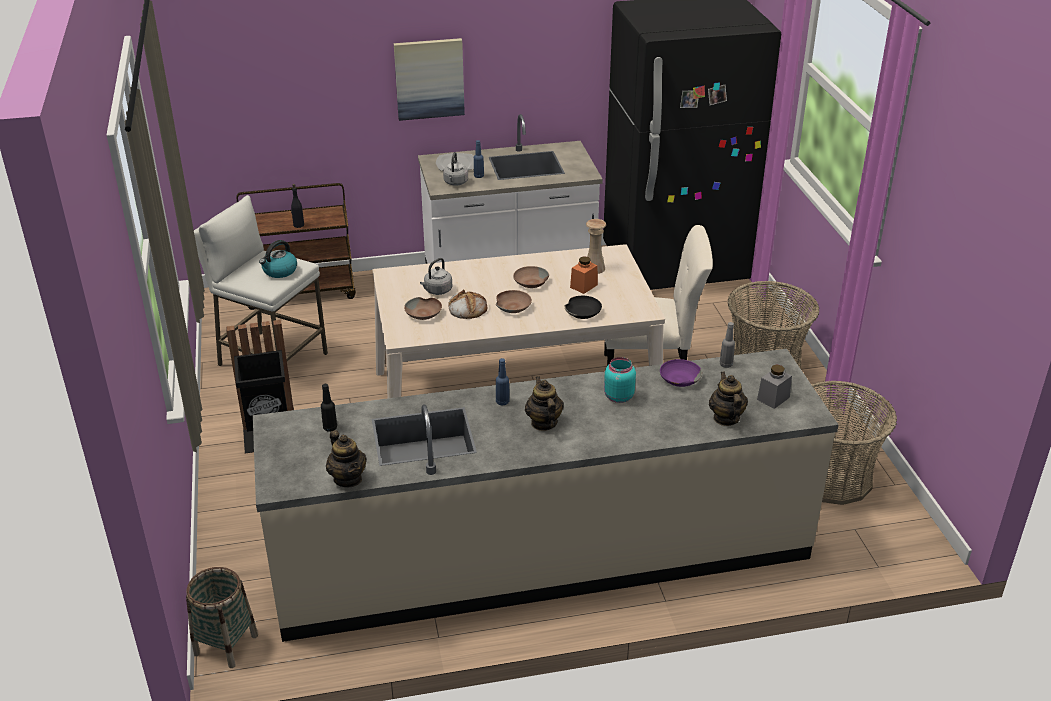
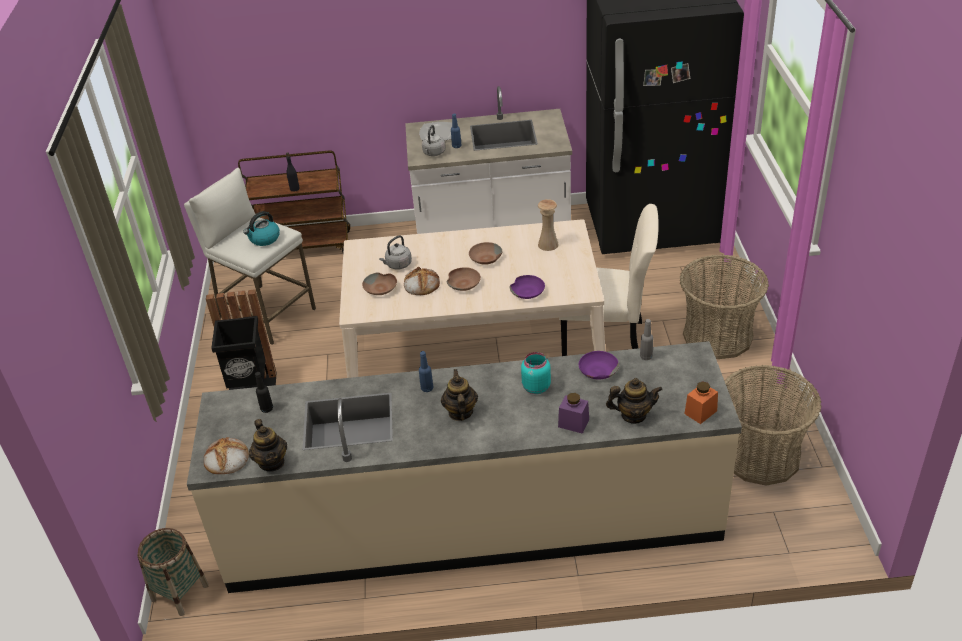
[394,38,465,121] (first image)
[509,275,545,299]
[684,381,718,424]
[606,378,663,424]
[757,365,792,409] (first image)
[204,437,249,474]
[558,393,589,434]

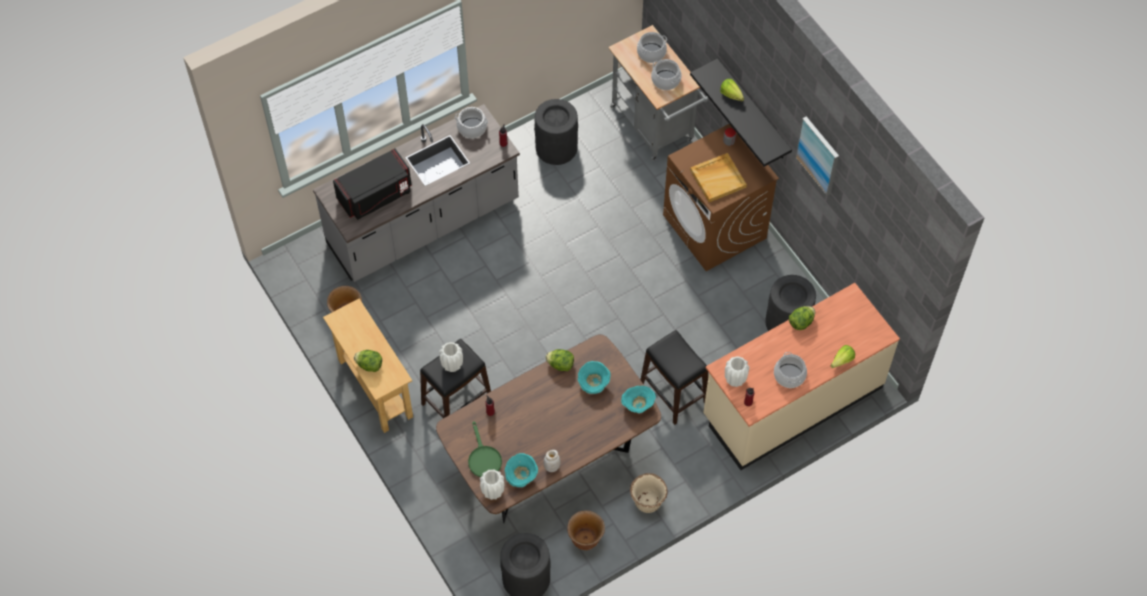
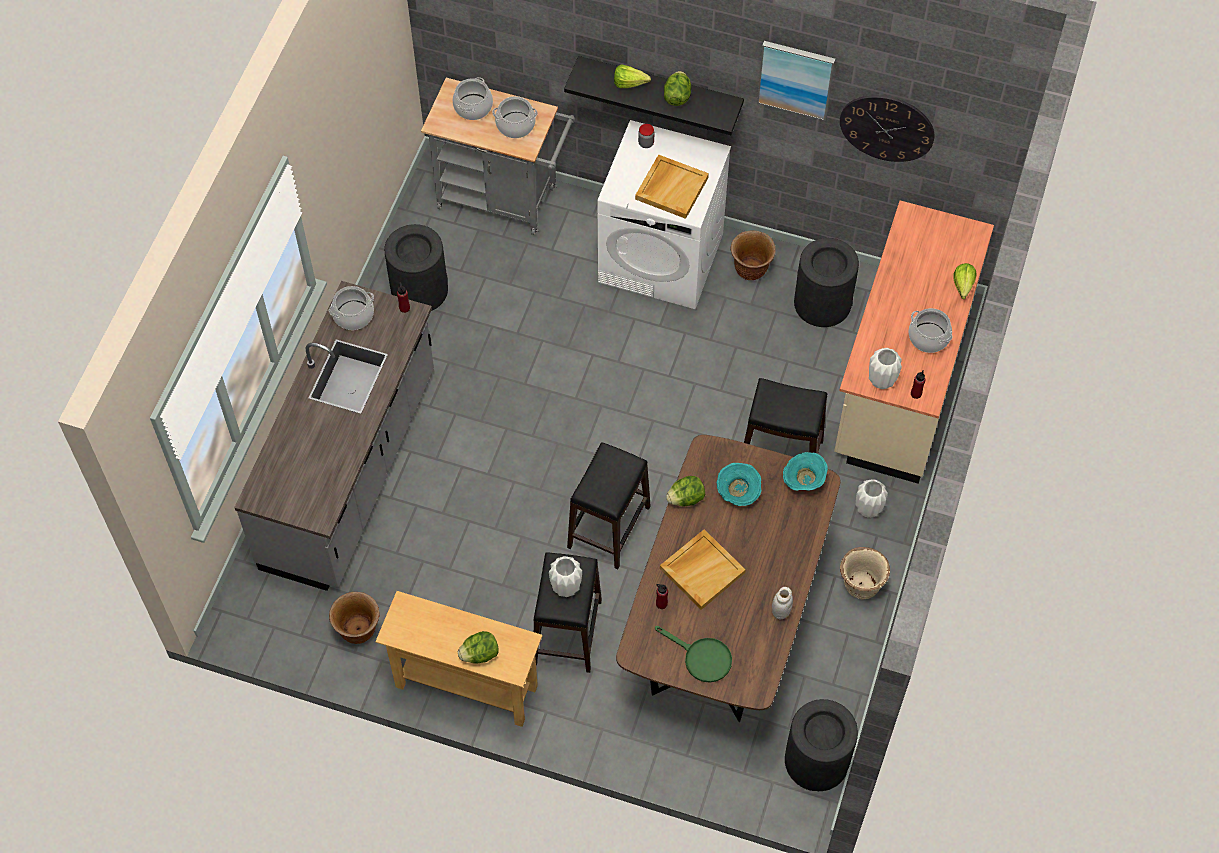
[333,148,412,220] (first image)
[856,479,888,518]
[505,453,538,487] (first image)
[731,231,776,280]
[597,120,731,309]
[664,71,692,106]
[567,442,651,569]
[660,529,746,610]
[840,95,935,162]

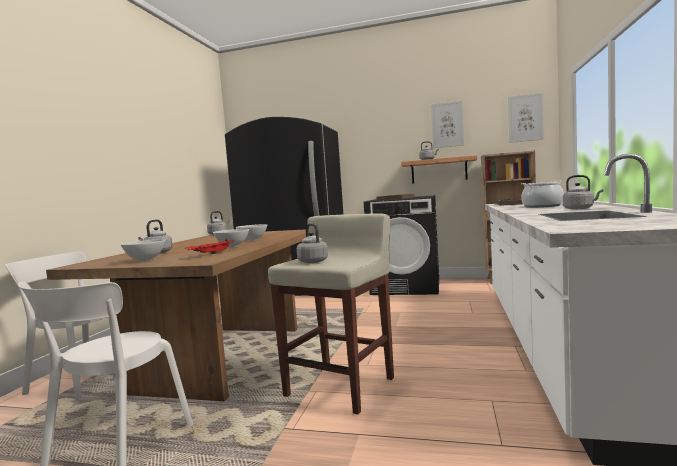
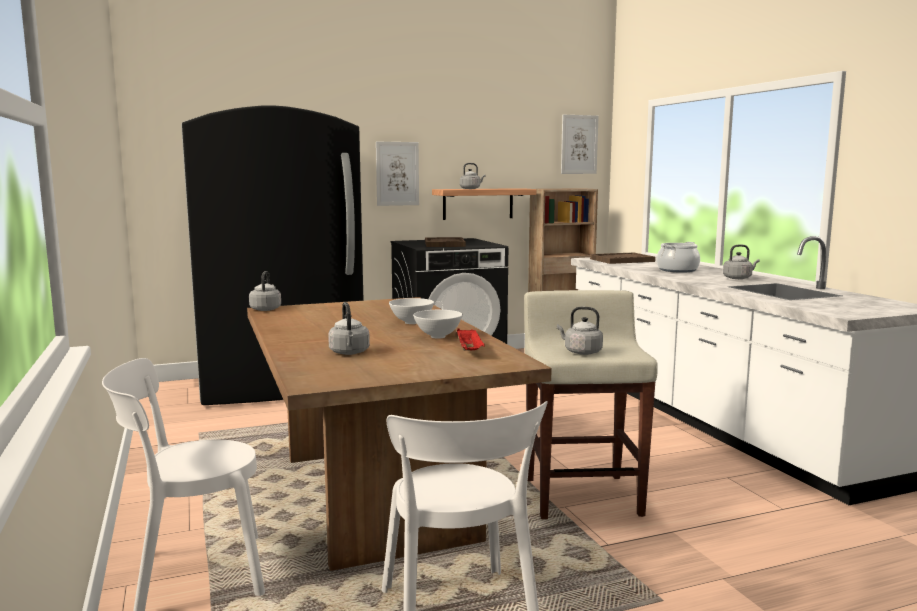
[121,239,166,262] (first image)
[376,142,419,206]

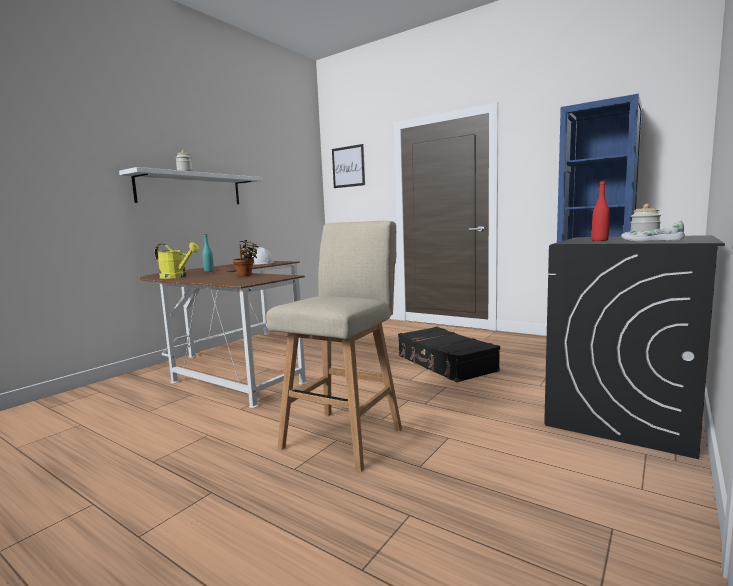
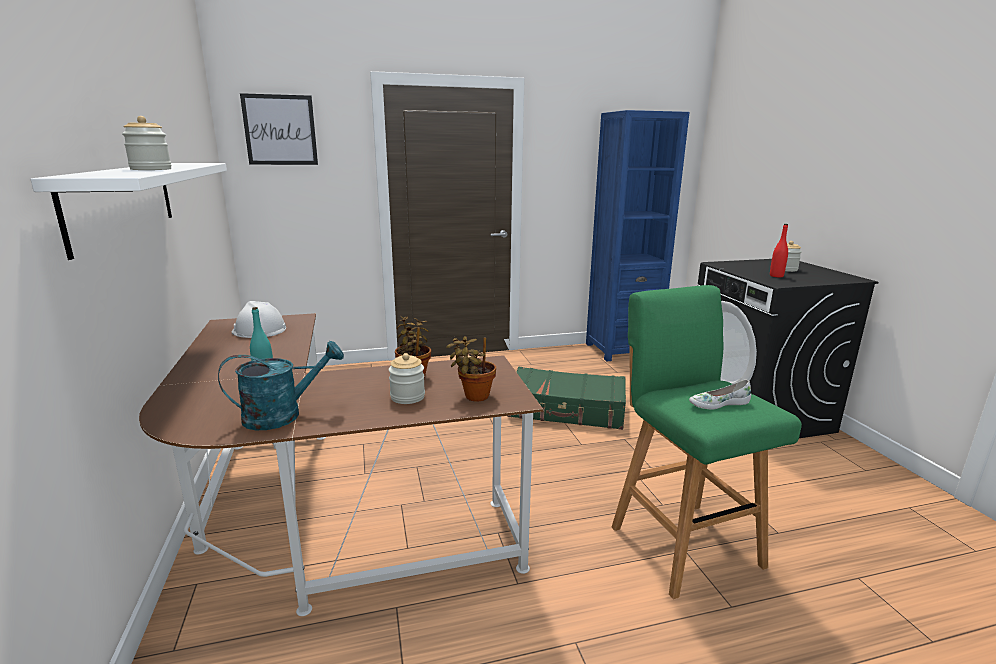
[218,341,344,430]
[612,285,802,599]
[507,367,626,430]
[689,380,751,409]
[389,353,425,404]
[446,336,496,402]

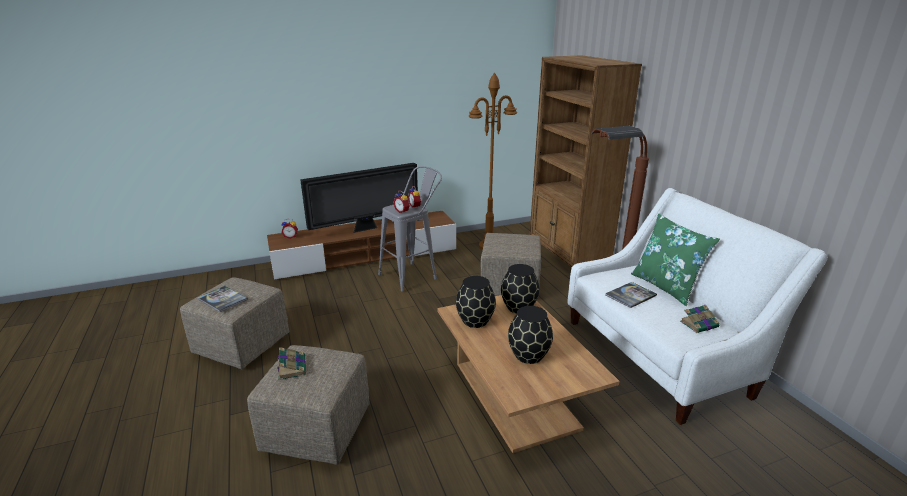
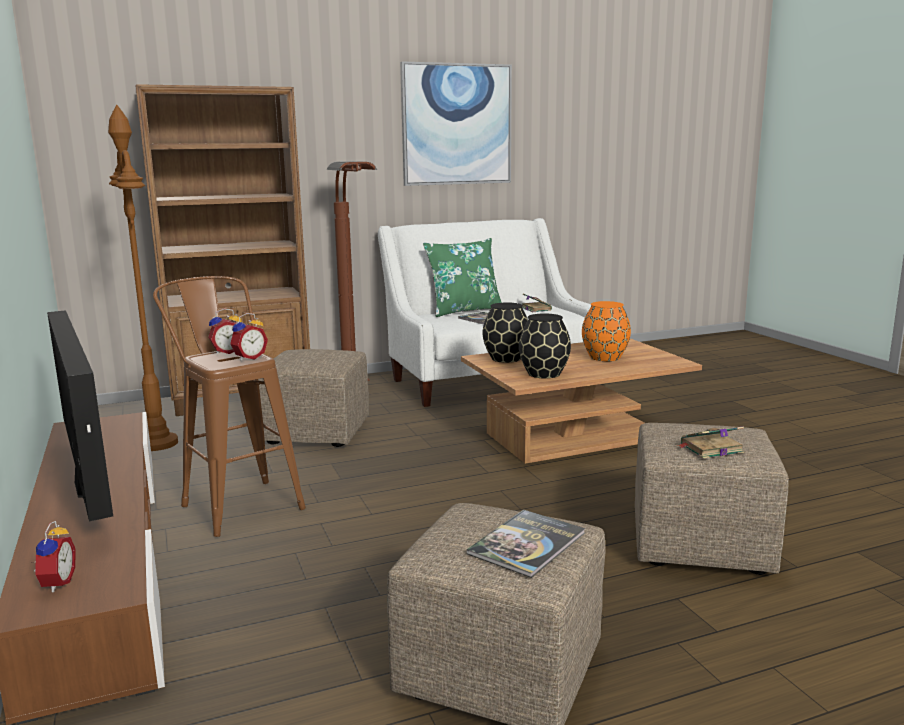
[153,276,306,537]
[582,301,631,361]
[400,61,512,186]

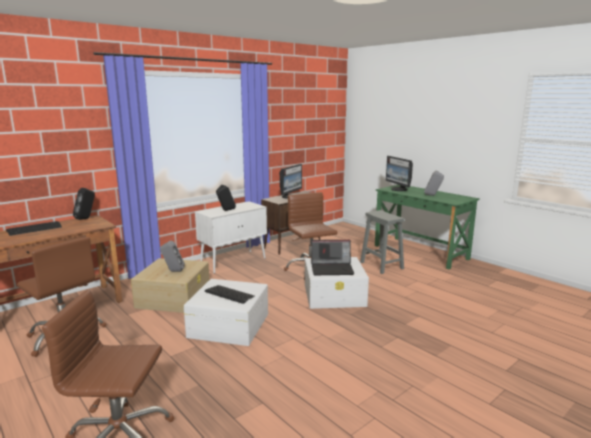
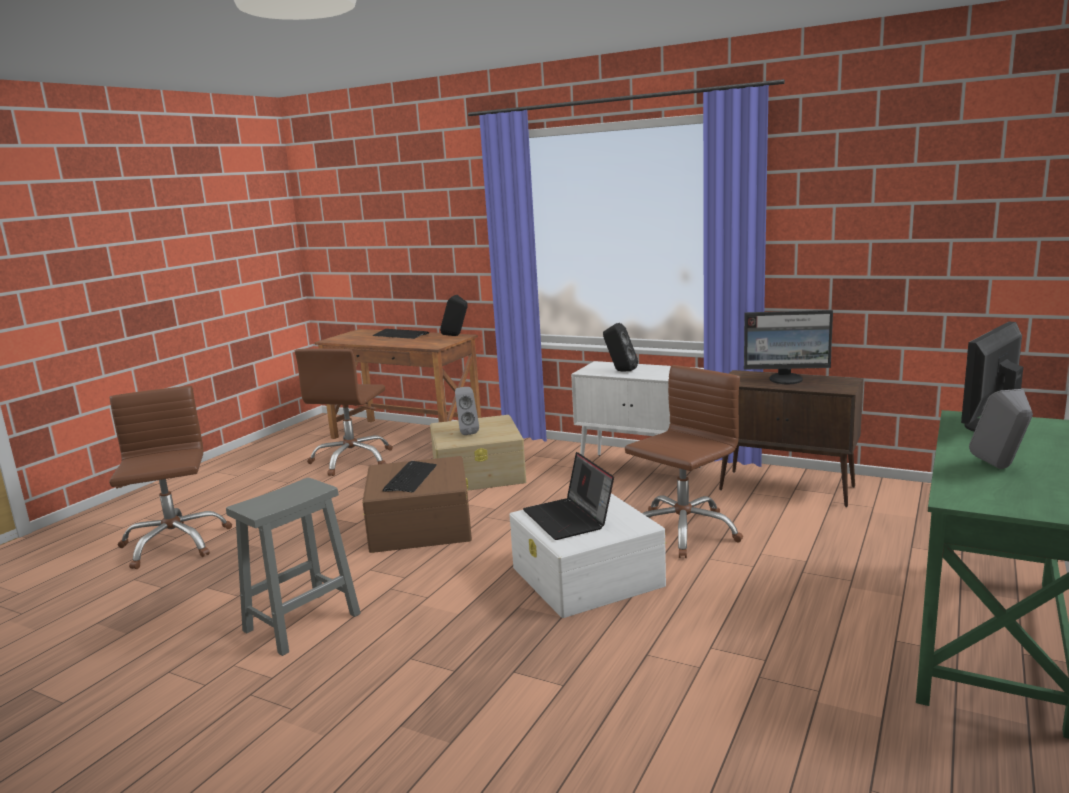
[362,456,472,553]
[226,478,361,656]

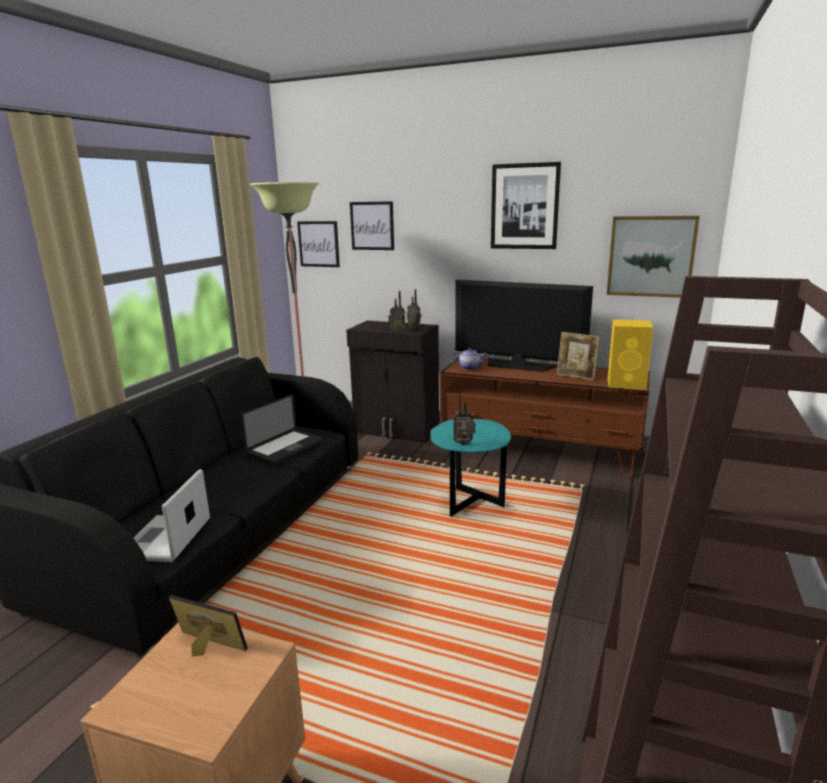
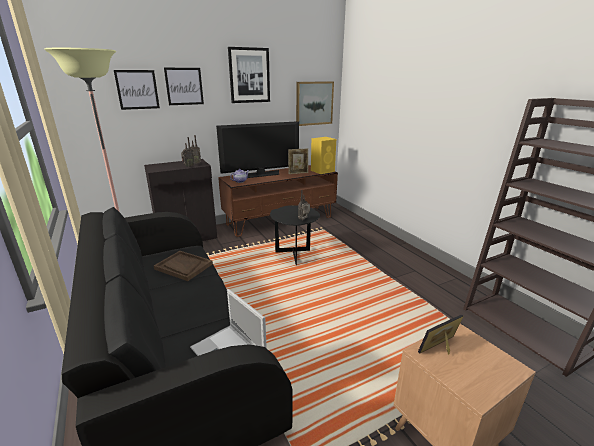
[154,251,213,281]
[164,68,204,105]
[270,205,320,266]

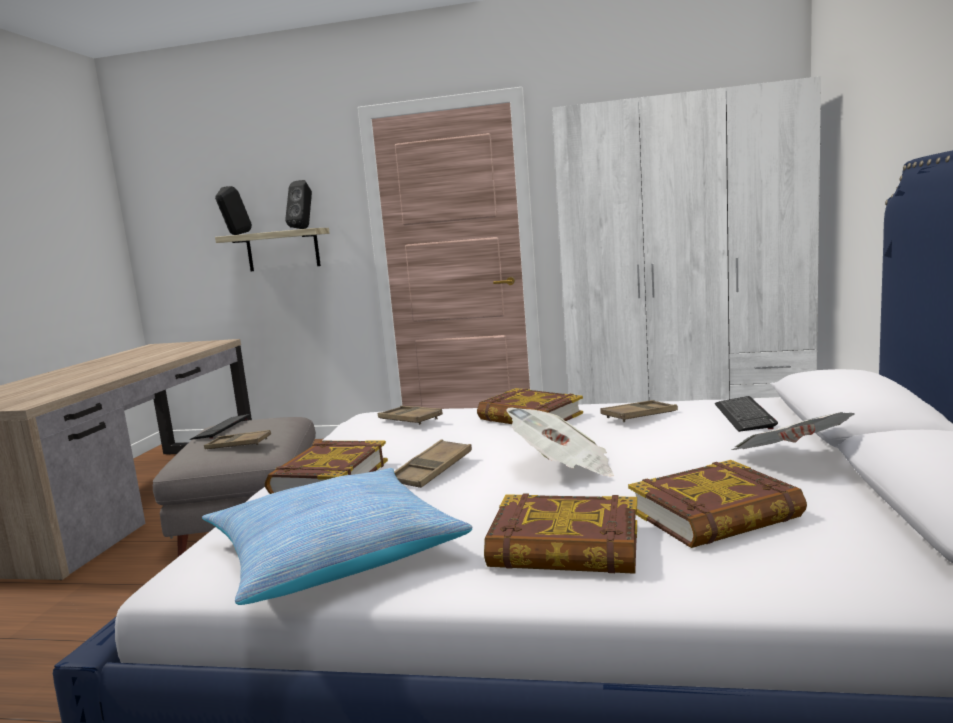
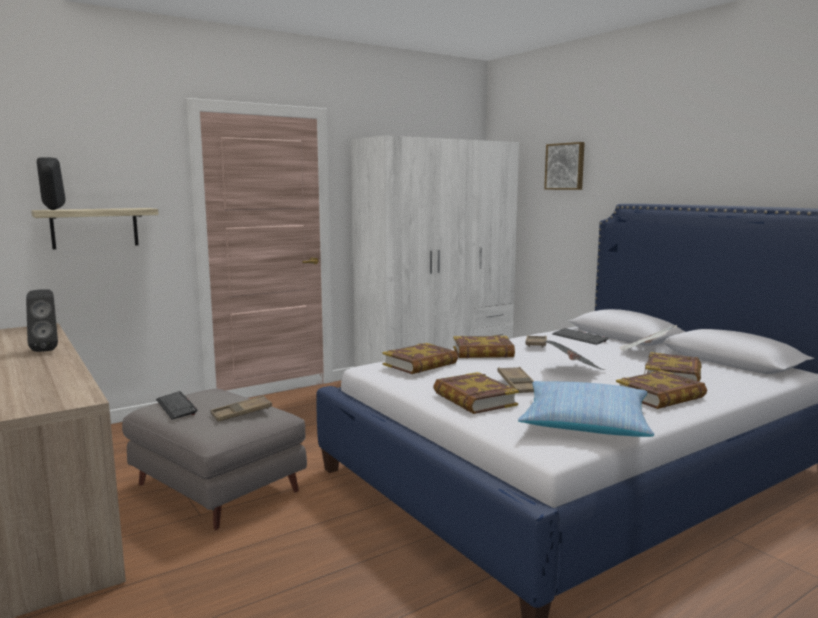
[26,290,58,352]
[383,343,458,374]
[544,142,585,190]

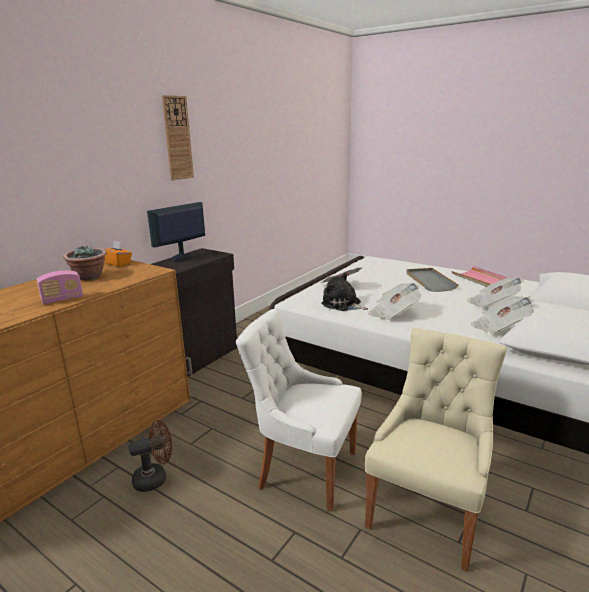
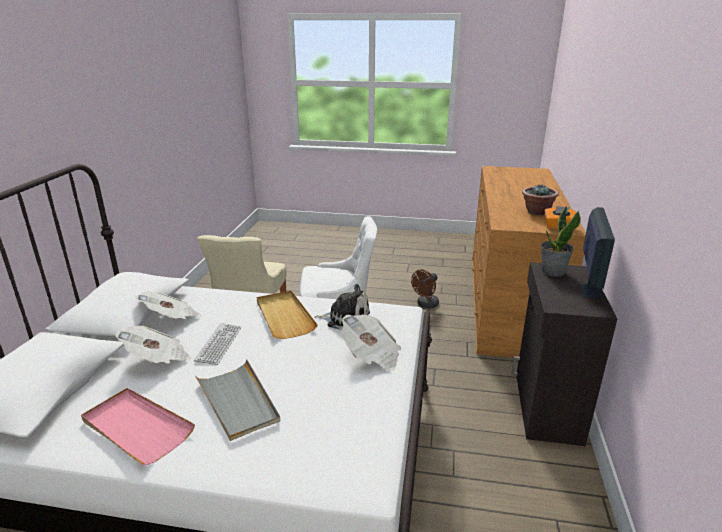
[37,270,83,304] (first image)
[162,95,194,180] (first image)
[257,291,318,339]
[194,323,242,365]
[541,206,581,277]

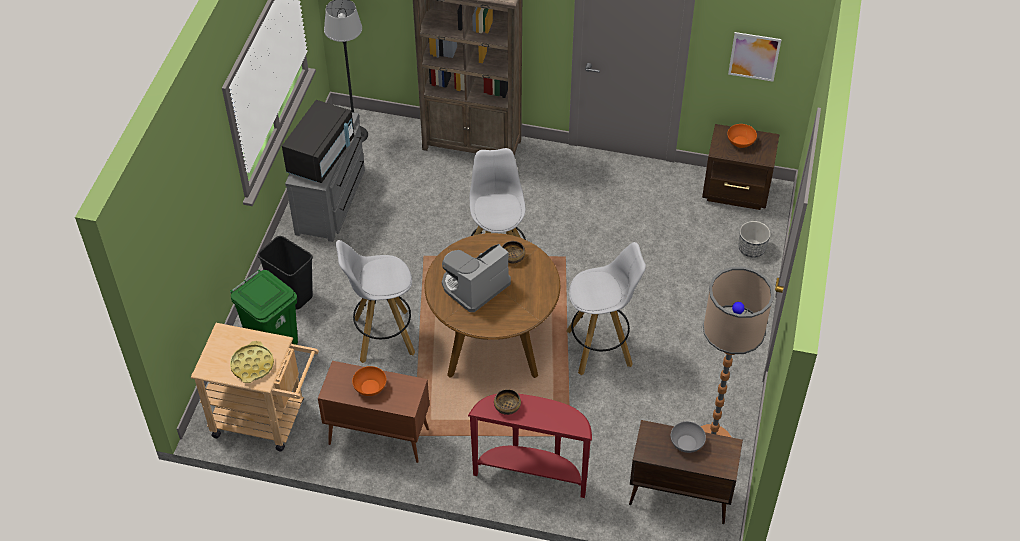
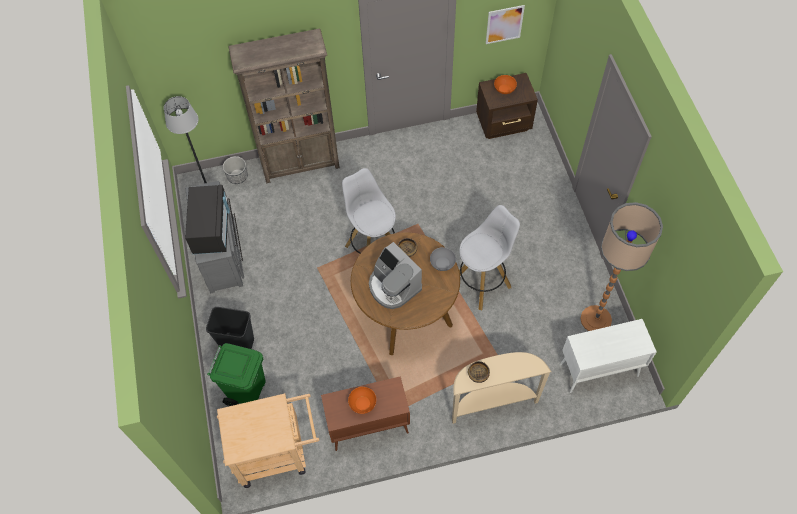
[230,341,274,383] (first image)
[336,240,415,363] (first image)
[369,242,422,309]
[452,352,551,424]
[560,319,657,393]
[430,247,456,271]
[223,156,248,184]

